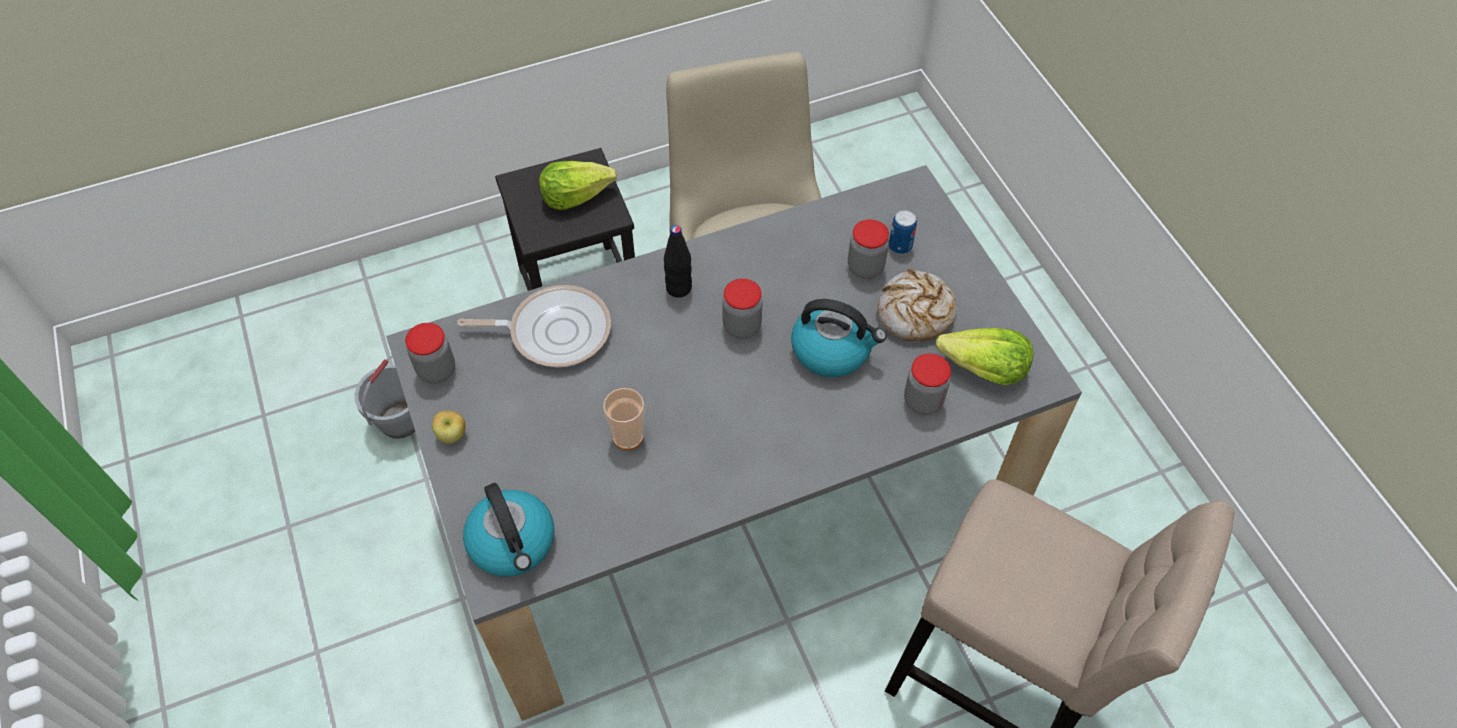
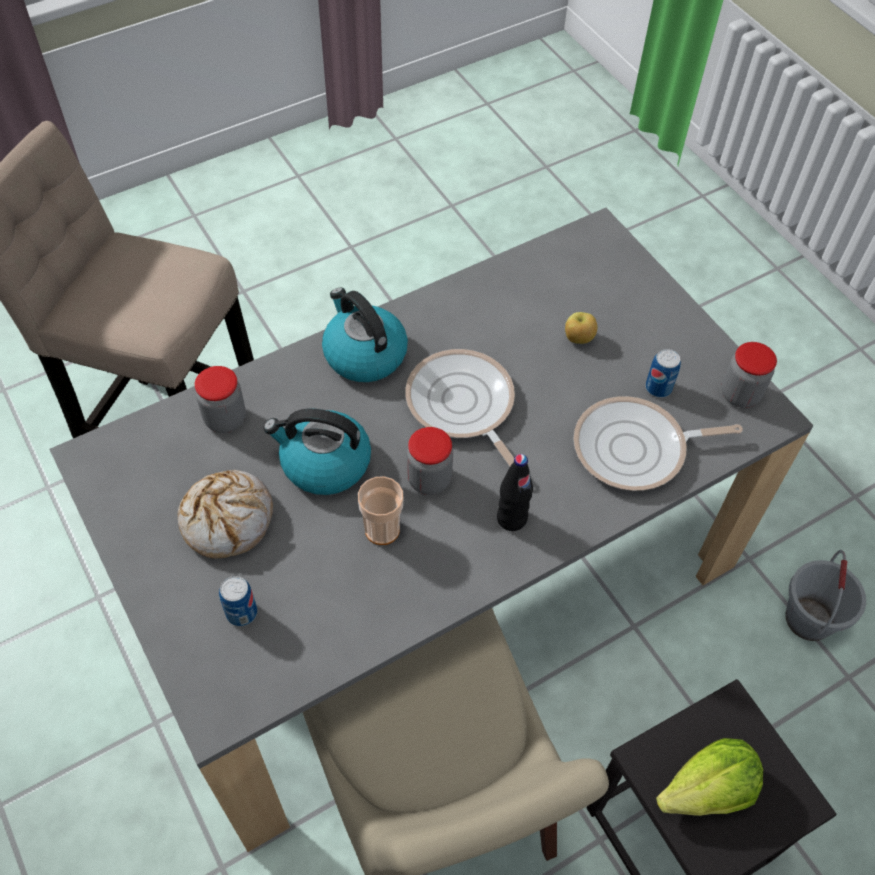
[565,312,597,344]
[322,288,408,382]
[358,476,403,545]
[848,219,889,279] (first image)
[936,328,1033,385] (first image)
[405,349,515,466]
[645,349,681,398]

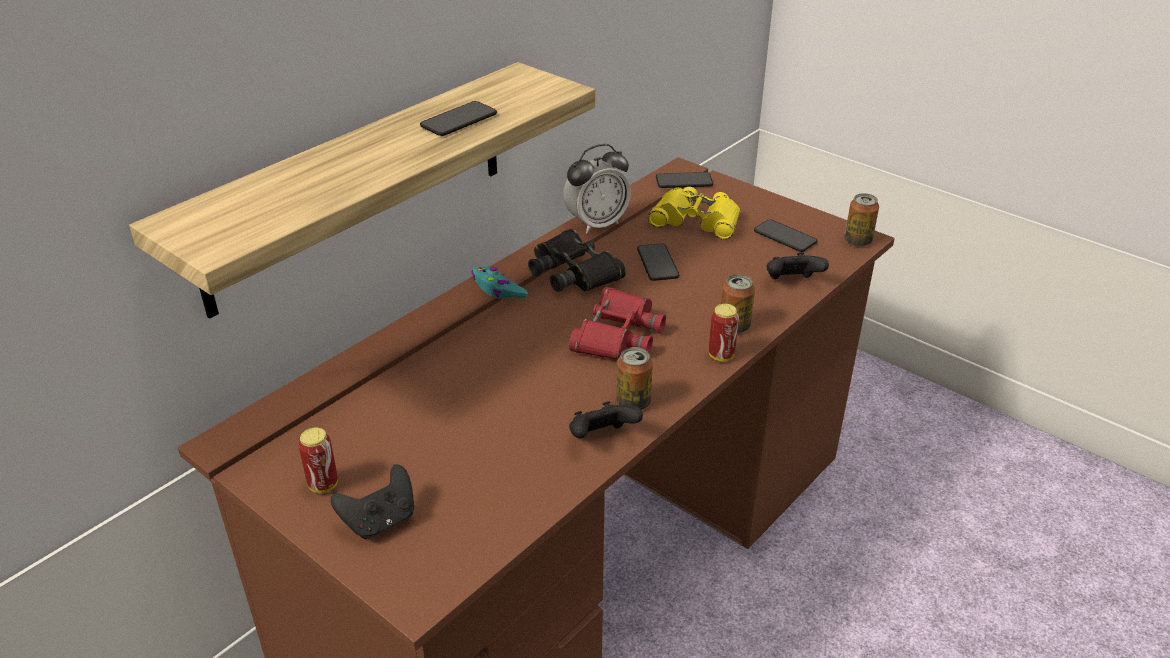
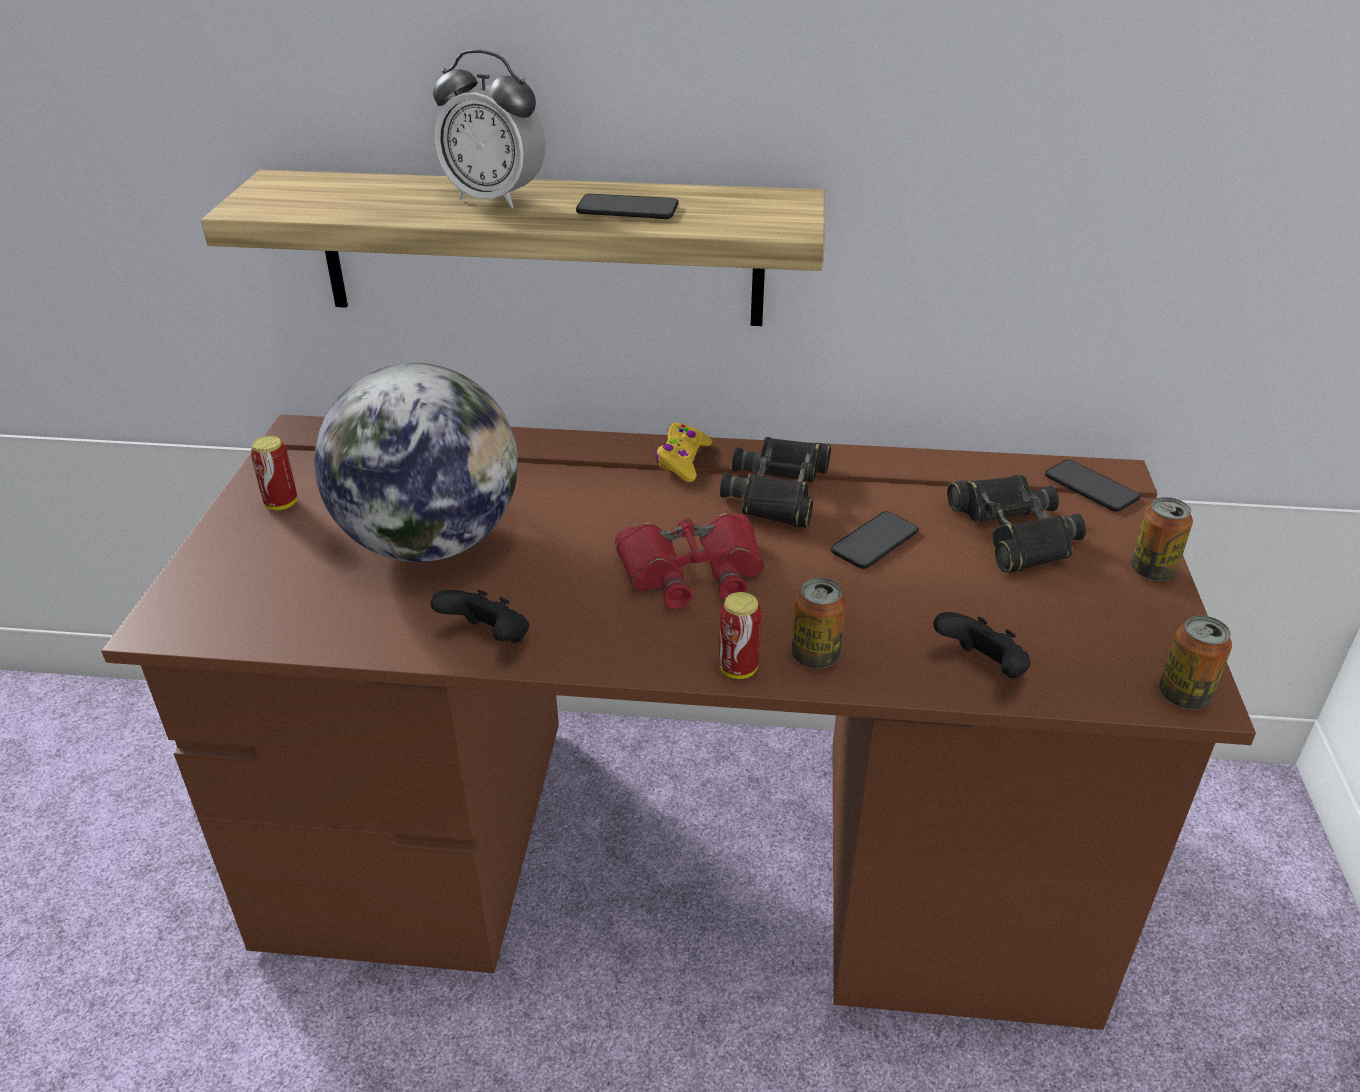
[331,464,414,539] (first image)
[655,423,712,482]
[433,50,546,209]
[1131,497,1193,581]
[947,475,1086,573]
[754,219,818,252] (first image)
[314,363,518,562]

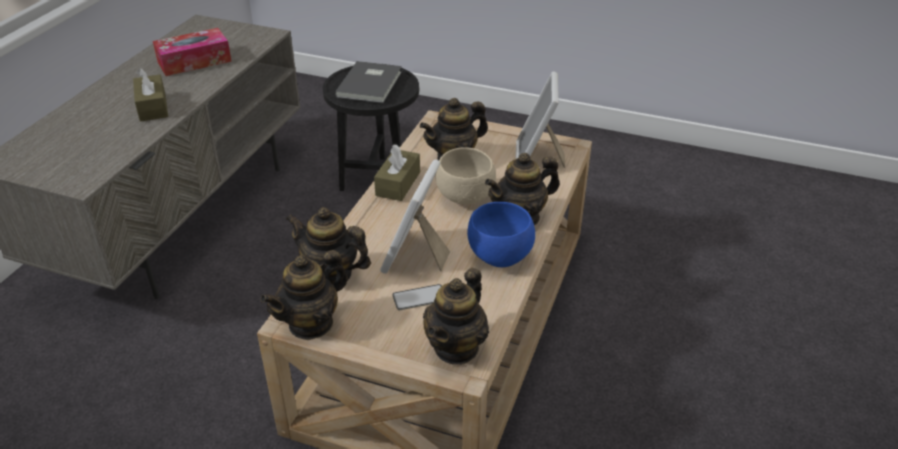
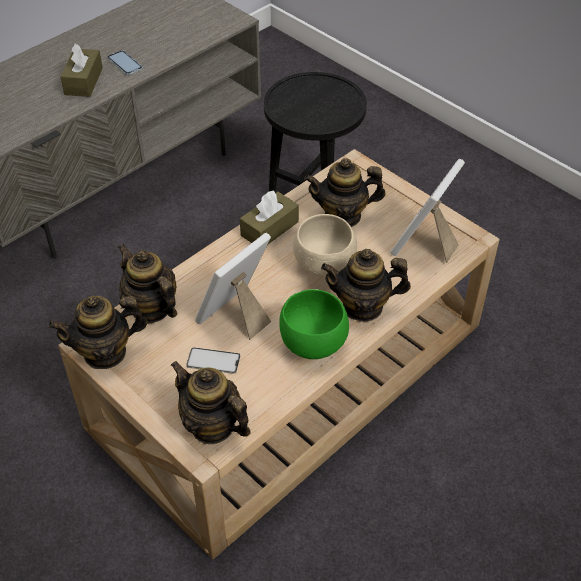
[153,28,232,76] (first image)
[335,61,402,103] (first image)
[170,361,251,444]
[279,289,349,359]
[107,50,143,75]

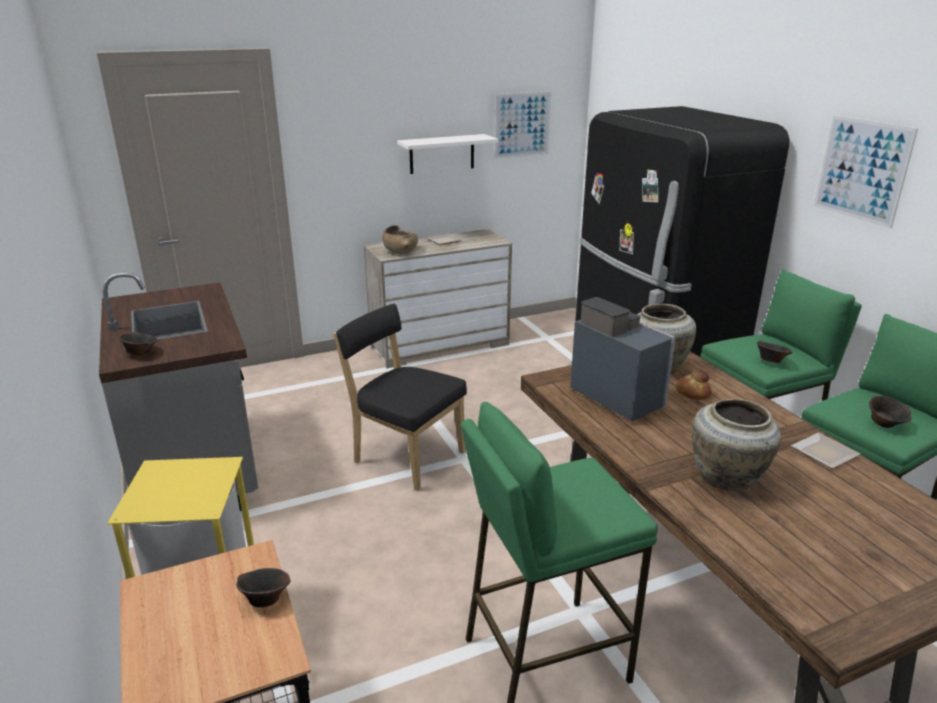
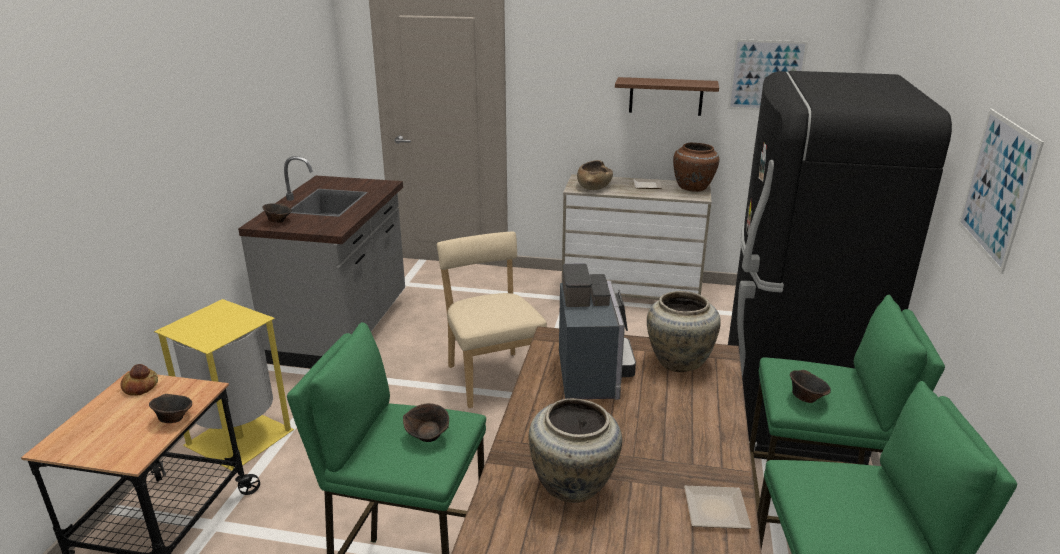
[437,232,547,408]
[615,77,719,116]
[120,364,158,396]
[403,403,449,442]
[673,143,719,192]

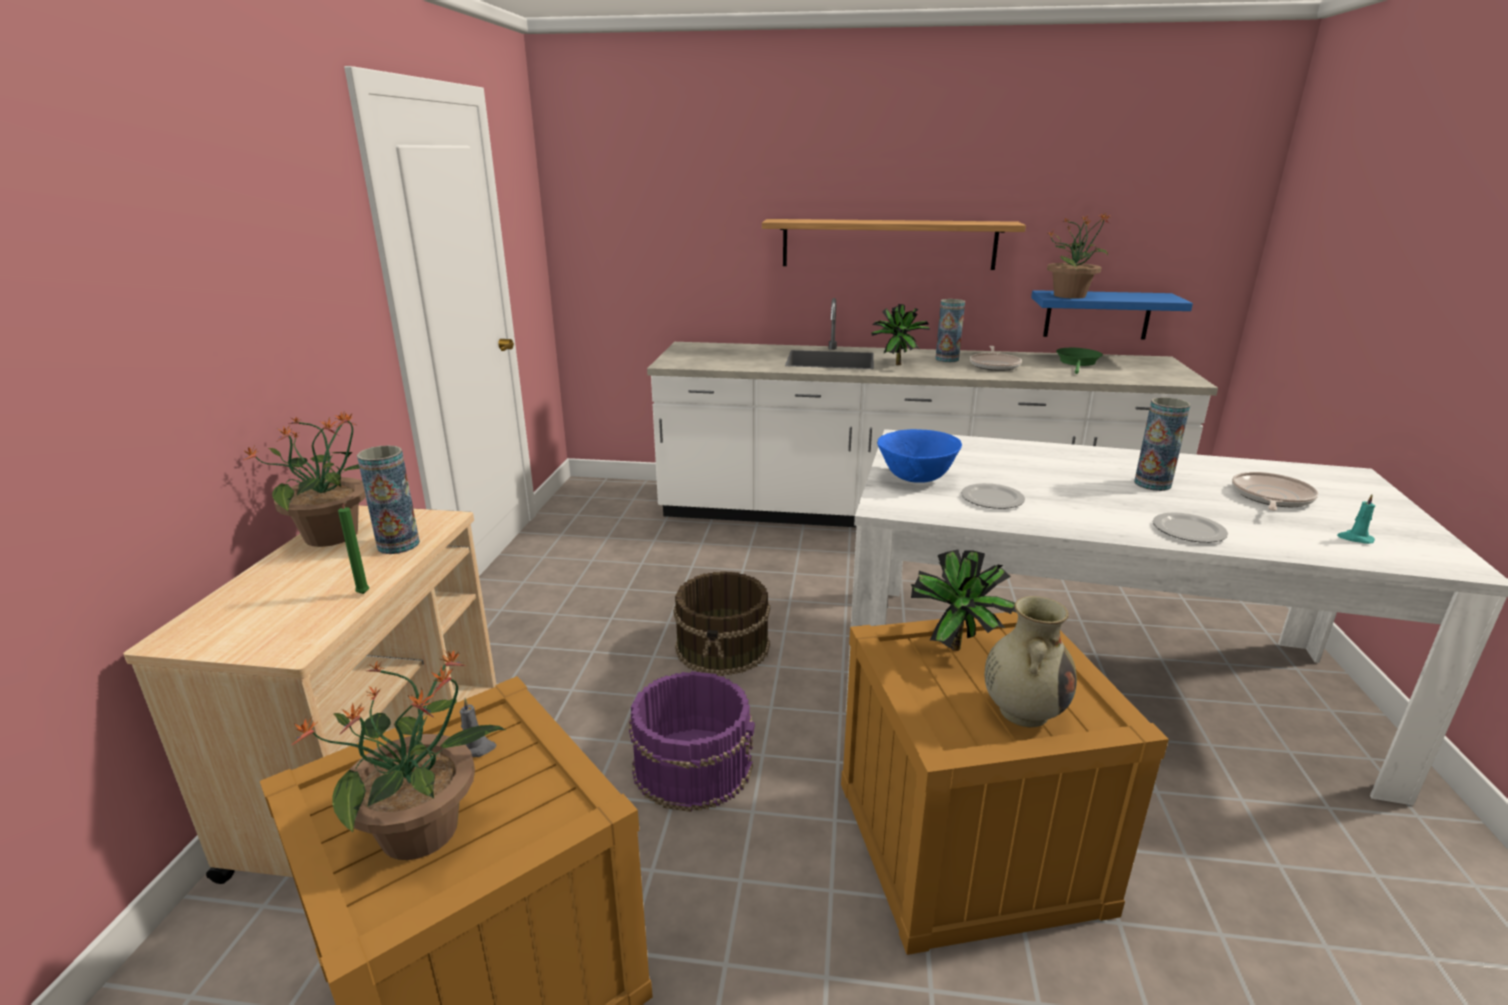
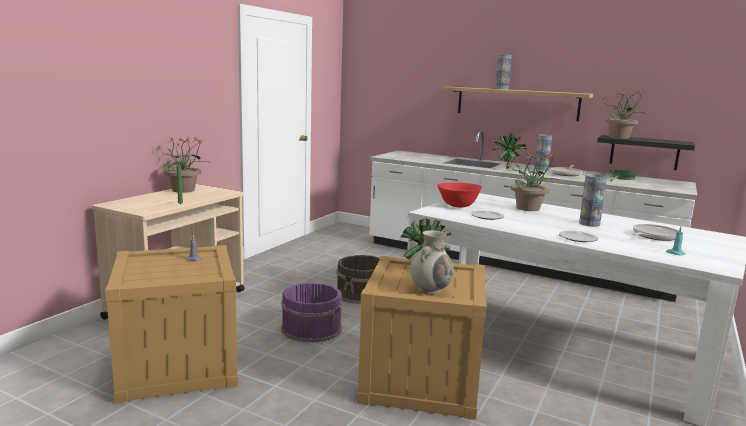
[507,152,559,211]
[495,55,512,90]
[437,182,482,208]
[597,135,695,170]

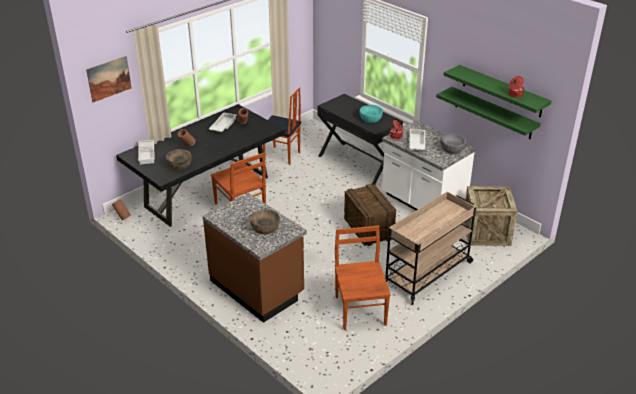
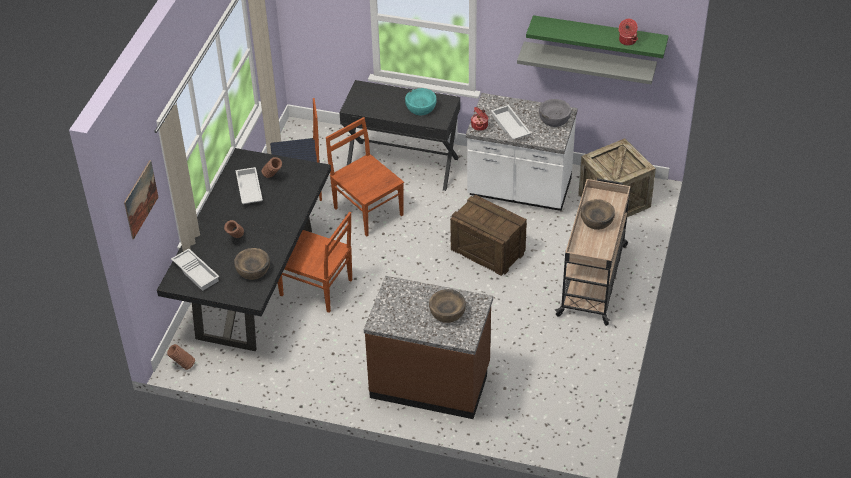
[326,117,404,237]
[517,41,657,84]
[581,199,615,230]

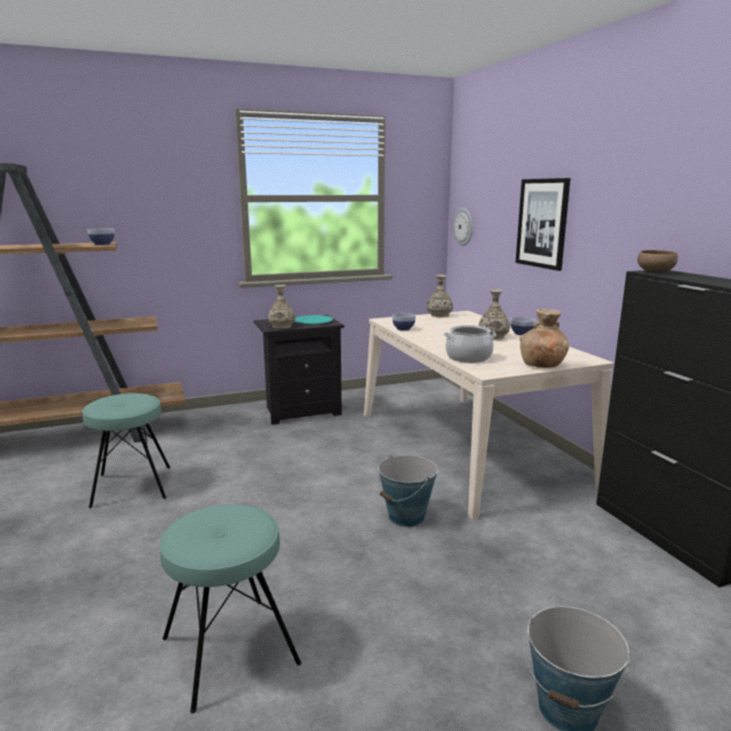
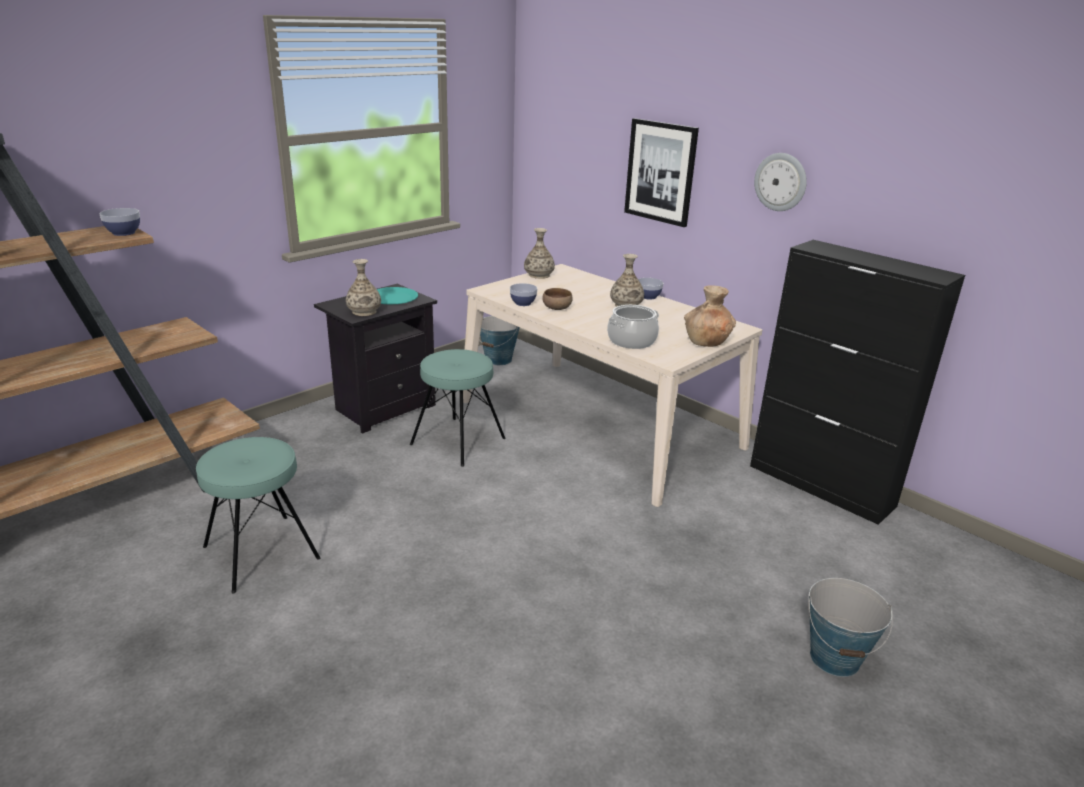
[410,349,506,467]
[479,316,520,365]
[754,153,807,211]
[542,288,573,310]

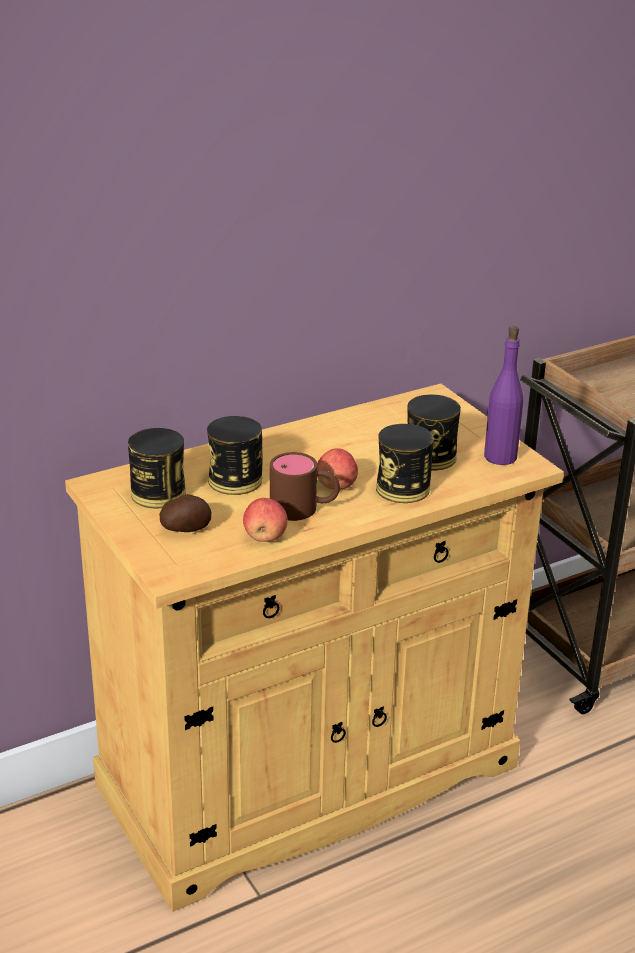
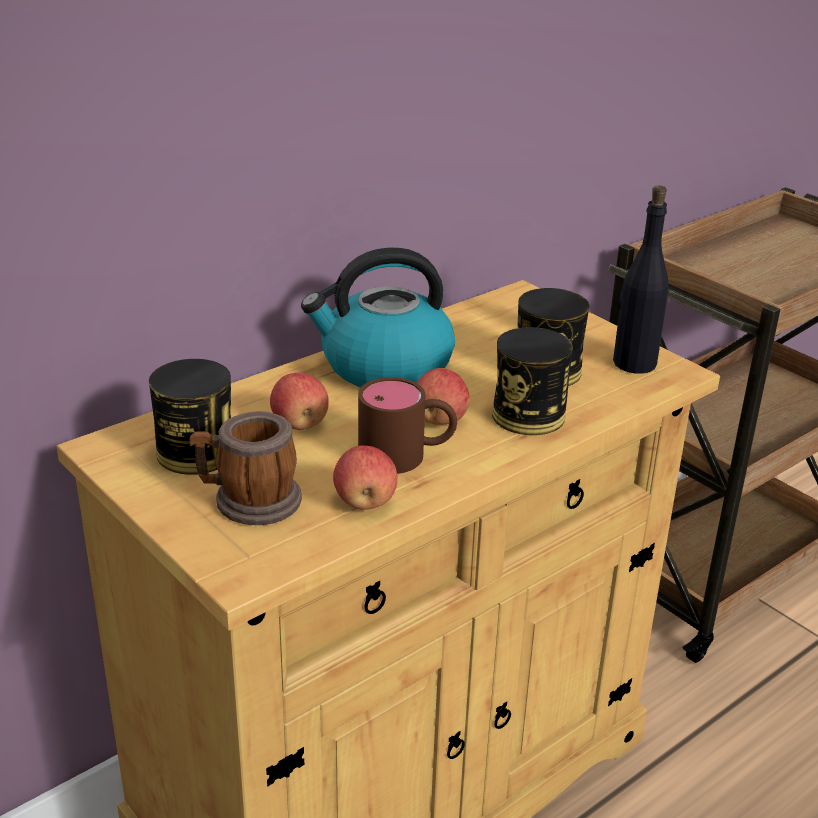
[189,411,302,525]
[270,373,329,430]
[613,186,669,374]
[301,248,455,387]

